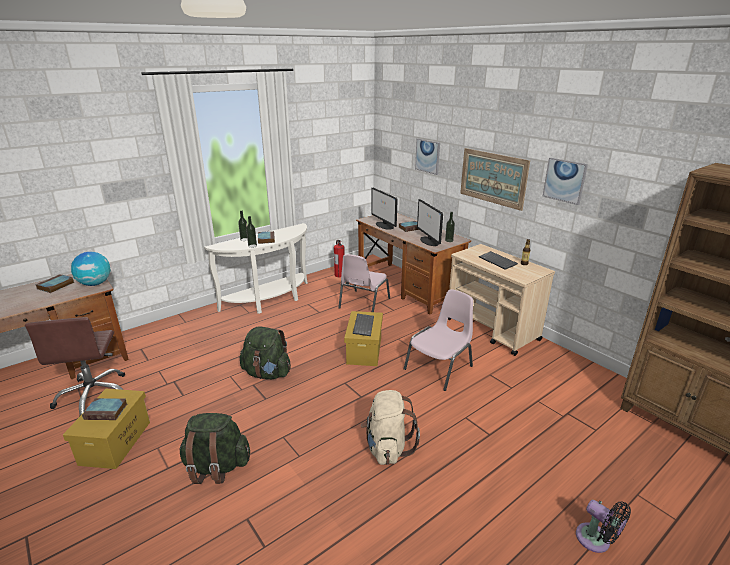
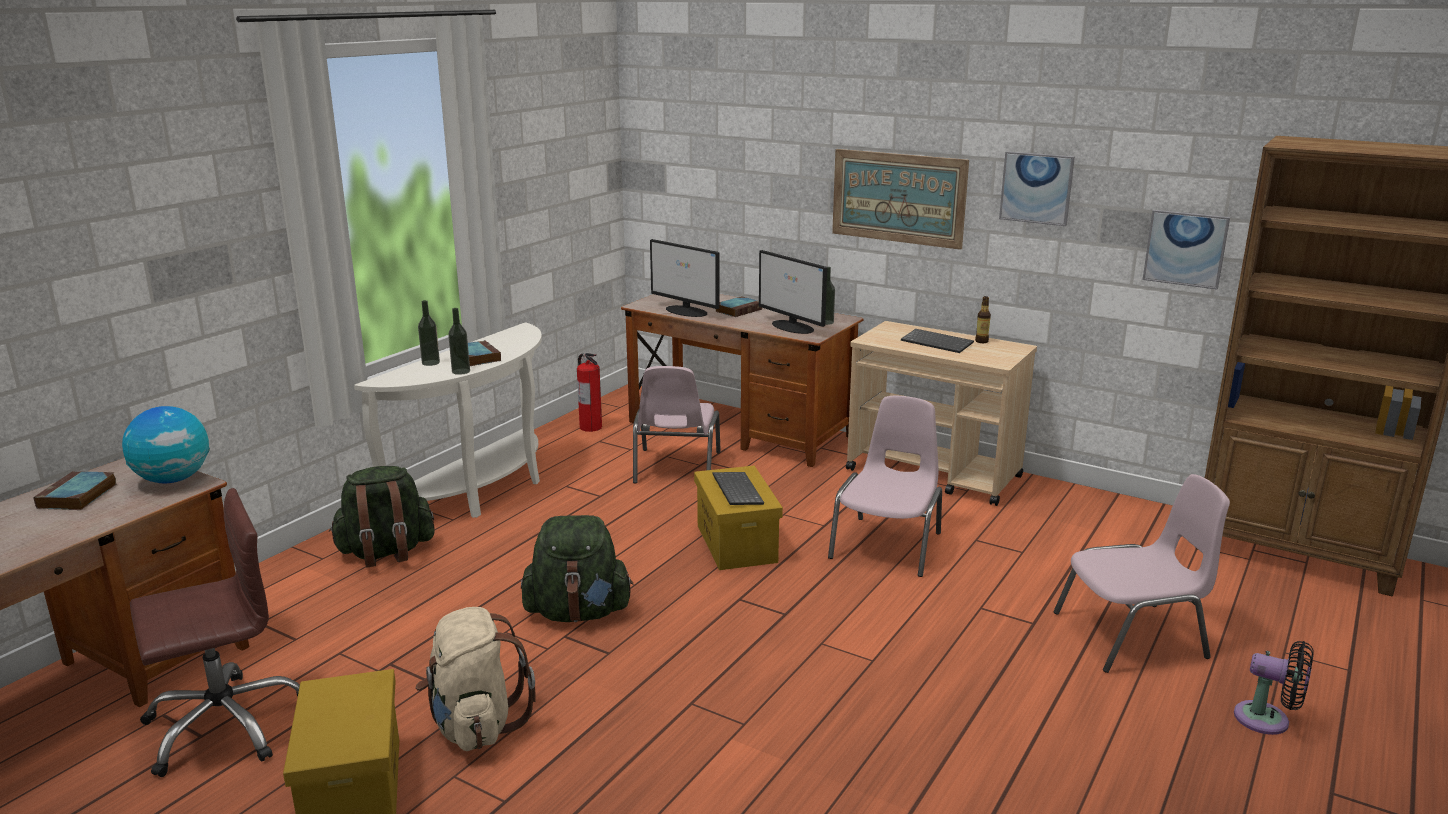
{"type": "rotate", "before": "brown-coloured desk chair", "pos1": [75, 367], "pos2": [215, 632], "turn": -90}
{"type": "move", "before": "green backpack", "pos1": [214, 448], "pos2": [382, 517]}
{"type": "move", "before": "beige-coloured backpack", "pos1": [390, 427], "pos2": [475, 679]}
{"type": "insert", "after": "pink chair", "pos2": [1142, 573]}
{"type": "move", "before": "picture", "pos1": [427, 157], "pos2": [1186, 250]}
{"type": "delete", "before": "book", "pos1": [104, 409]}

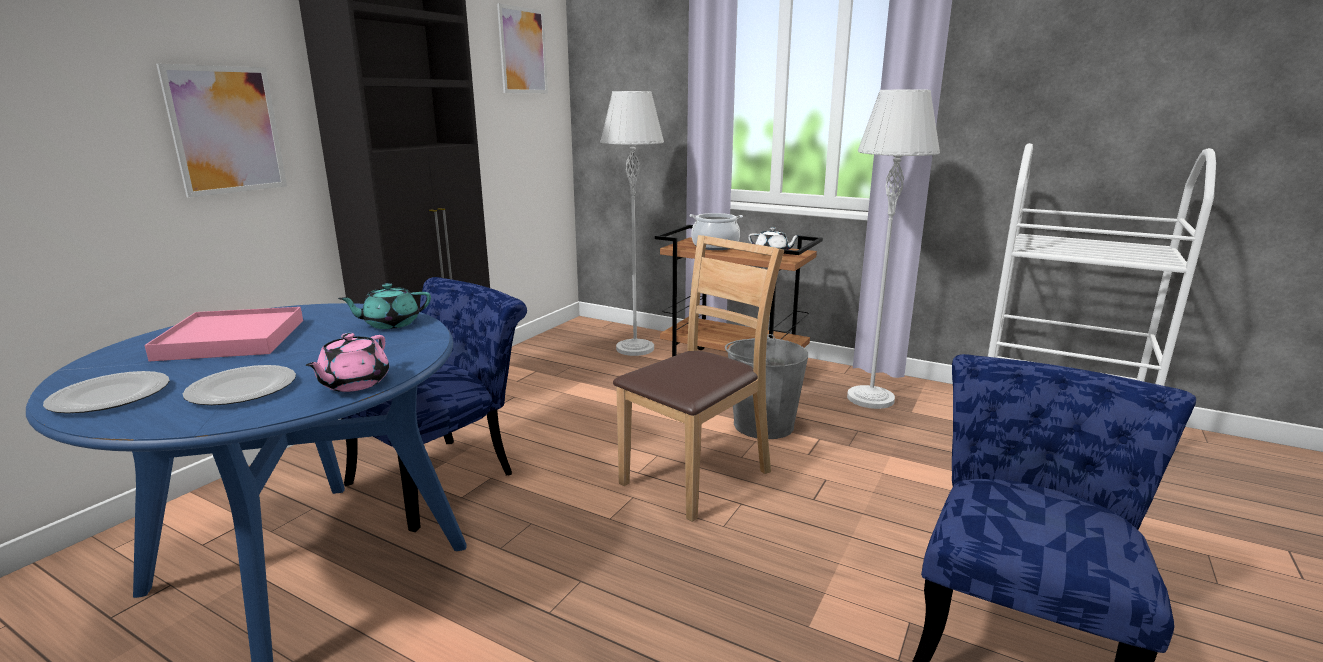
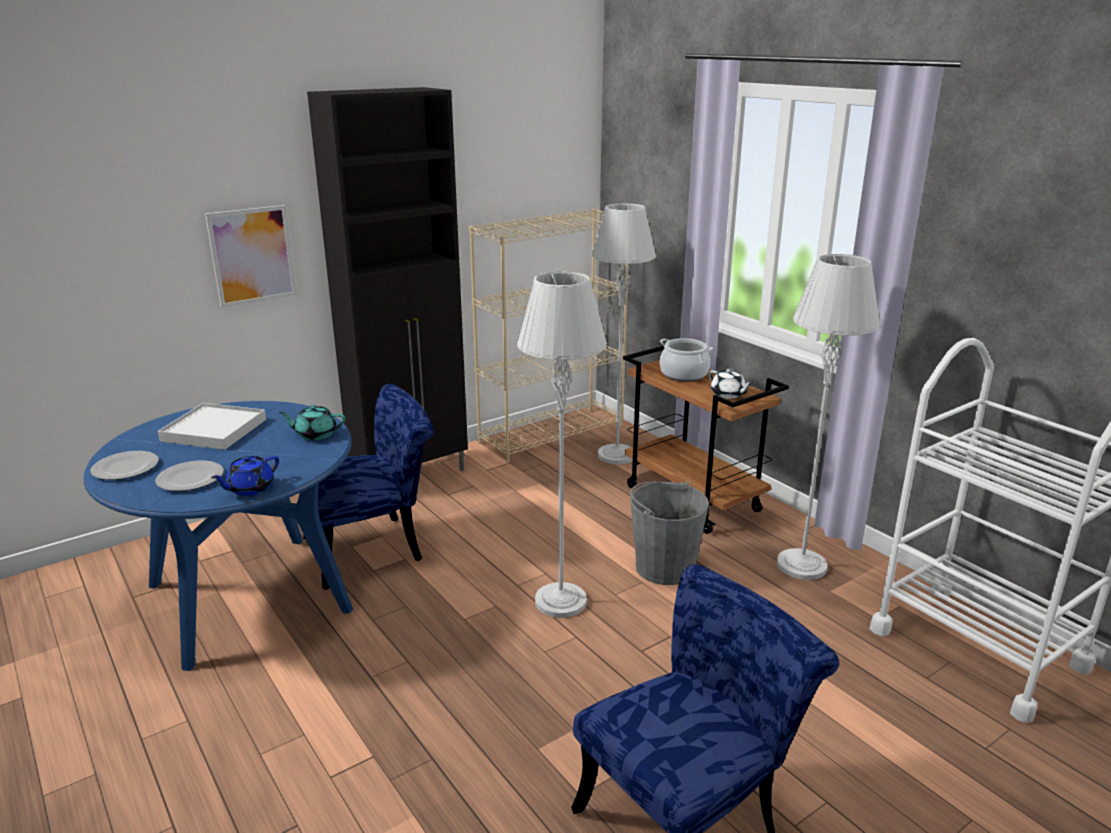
{"type": "recolor", "before": "pink carrying tray", "after": "whitish carrying tray", "pos1": [223, 334], "pos2": [212, 426]}
{"type": "recolor", "before": "pink teapot", "after": "bluish teapot", "pos1": [347, 362], "pos2": [245, 475]}
{"type": "insert", "after": "beige-coloured shelving unit", "pos2": [549, 336]}
{"type": "replace", "before": "brown-coloured chair", "after": "greyish standing lamp", "pos1": [698, 378], "pos2": [562, 444]}
{"type": "delete", "before": "picture", "pos1": [522, 48]}

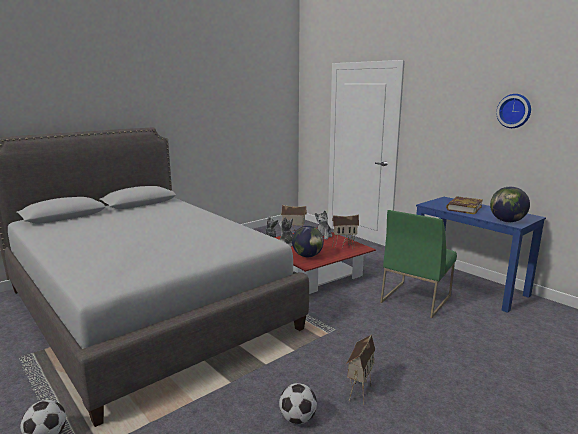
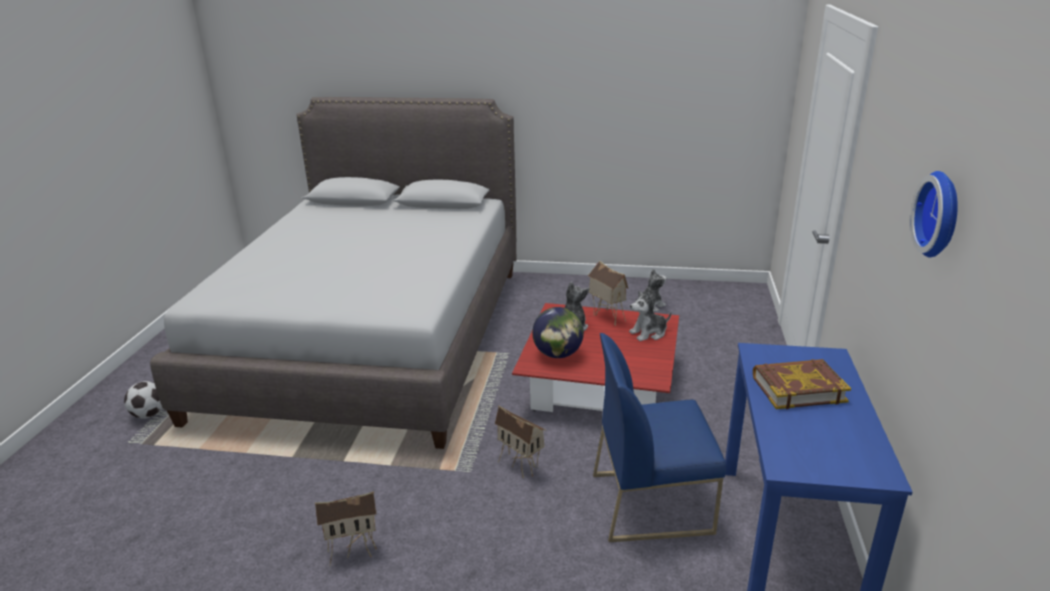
{"type": "move", "before": "model house", "pos1": [345, 232], "pos2": [521, 442]}
{"type": "recolor", "before": "green chair", "after": "bluish chair", "pos1": [418, 264], "pos2": [659, 437]}
{"type": "delete", "before": "ball for football", "pos1": [298, 403]}
{"type": "delete", "before": "desk globe", "pos1": [510, 204]}

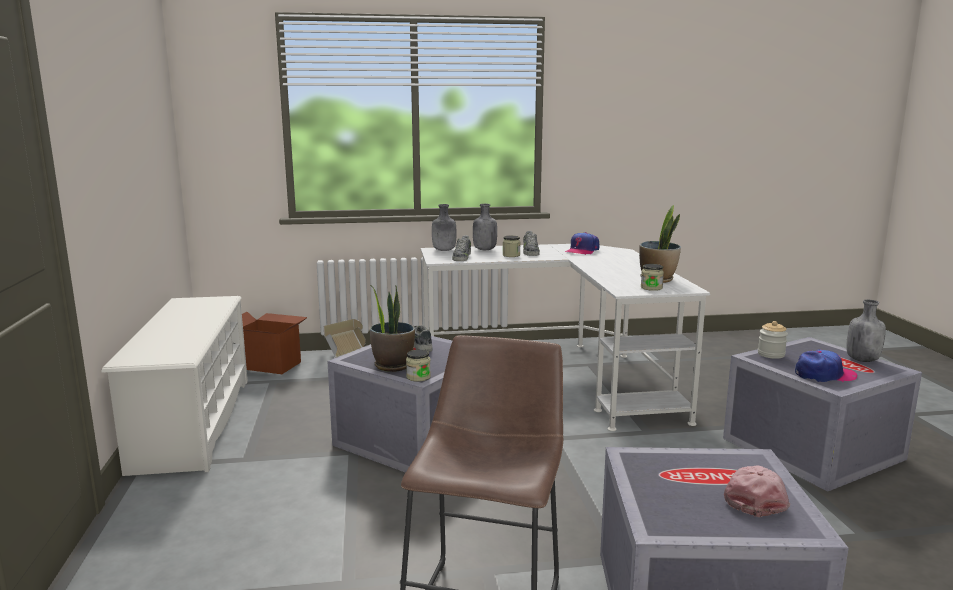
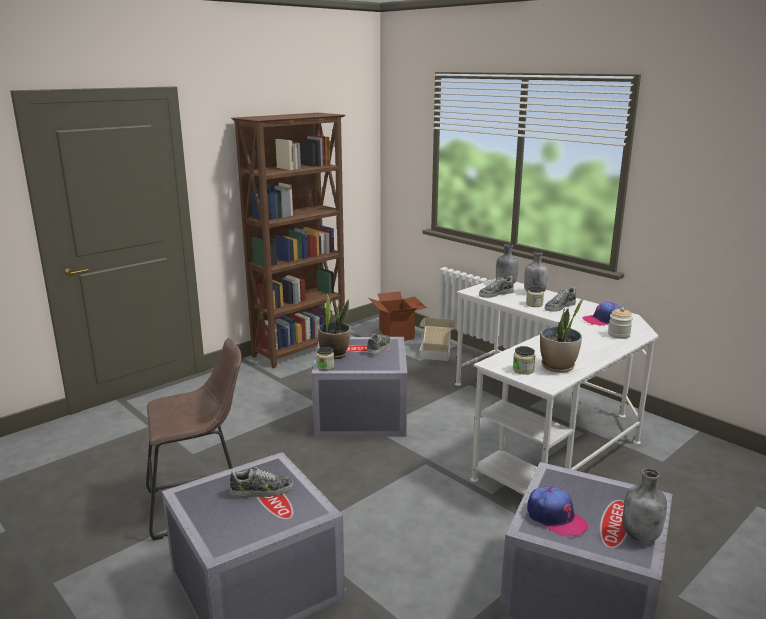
{"type": "insert", "after": "shoe", "pos2": [261, 482]}
{"type": "replace", "before": "whitish shoe shelf", "after": "brown-coloured shelving unit", "pos1": [174, 386], "pos2": [288, 240]}
{"type": "move", "before": "preserve jar", "pos1": [773, 340], "pos2": [620, 323]}
{"type": "delete", "before": "pink peaked cap", "pos1": [757, 491]}

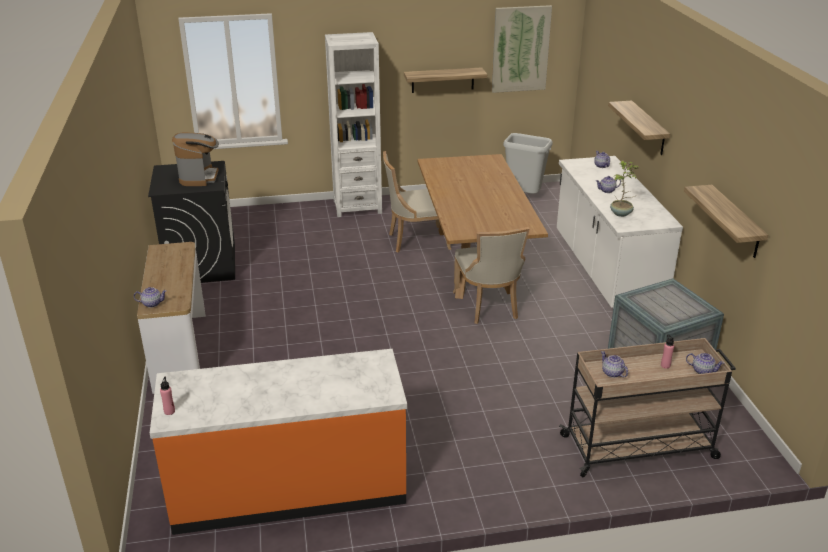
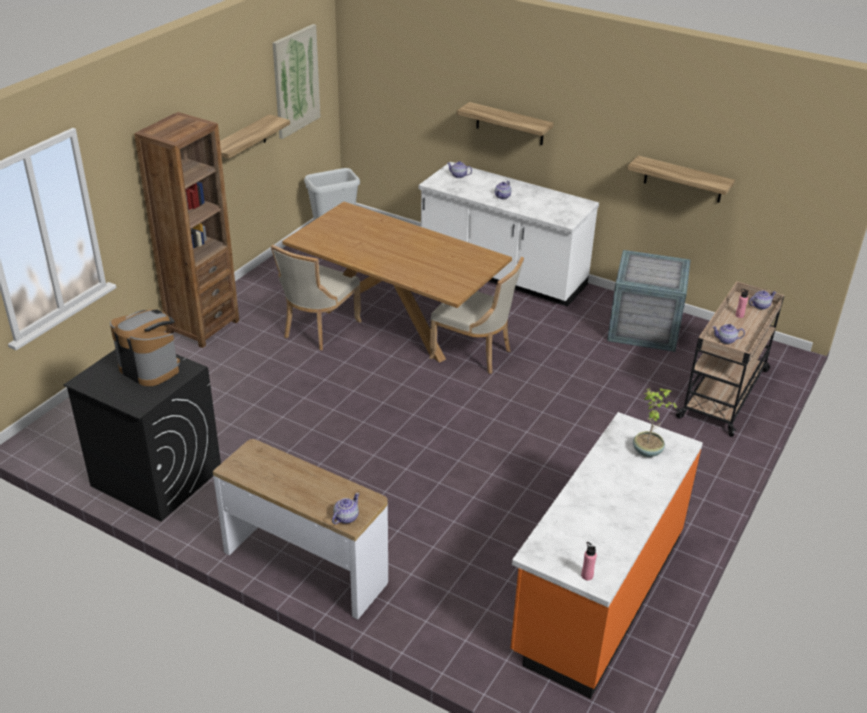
{"type": "recolor", "before": "whitish shelving unit", "after": "brown-coloured shelving unit", "pos1": [353, 124], "pos2": [186, 230]}
{"type": "move", "before": "houseplant", "pos1": [625, 188], "pos2": [656, 422]}

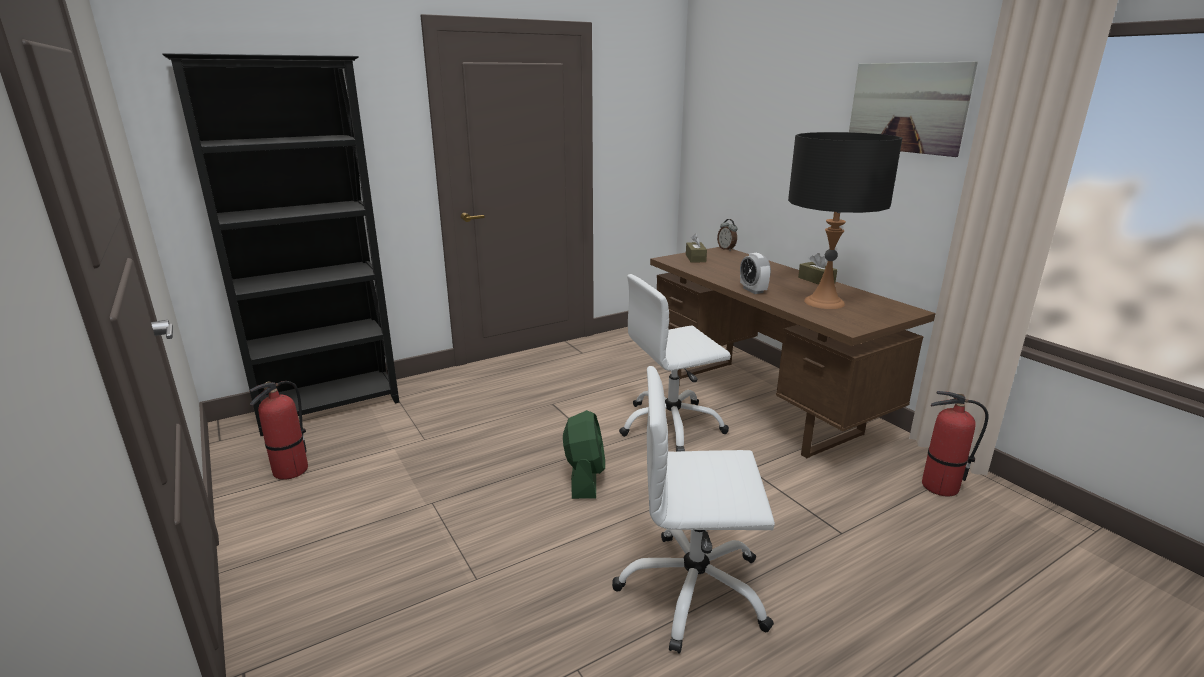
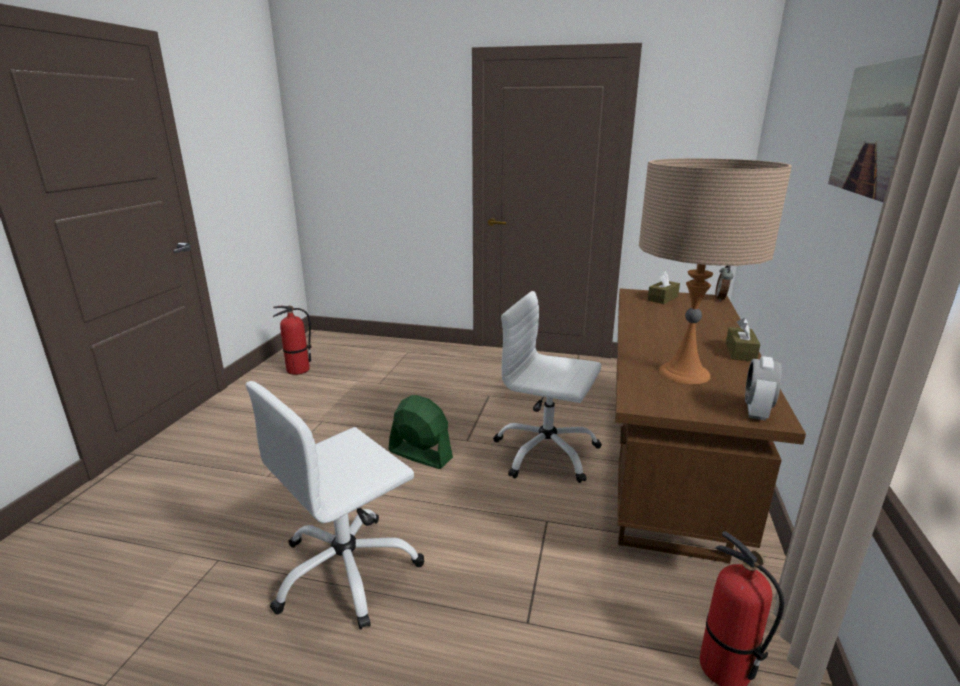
{"type": "rotate", "before": "whitish desk chair", "pos1": [693, 510], "pos2": [335, 505], "turn": -90}
{"type": "rotate", "before": "green fan", "pos1": [584, 454], "pos2": [420, 432], "turn": -105}
{"type": "recolor", "before": "black tabletop lamp", "after": "beige-coloured tabletop lamp", "pos1": [845, 220], "pos2": [715, 271]}
{"type": "move", "before": "alarm clock", "pos1": [755, 273], "pos2": [763, 388]}
{"type": "delete", "before": "black shelving unit", "pos1": [280, 244]}

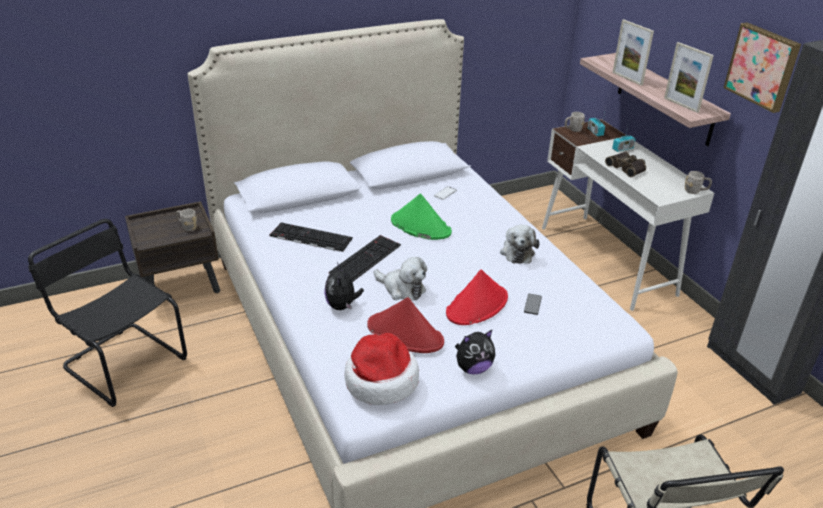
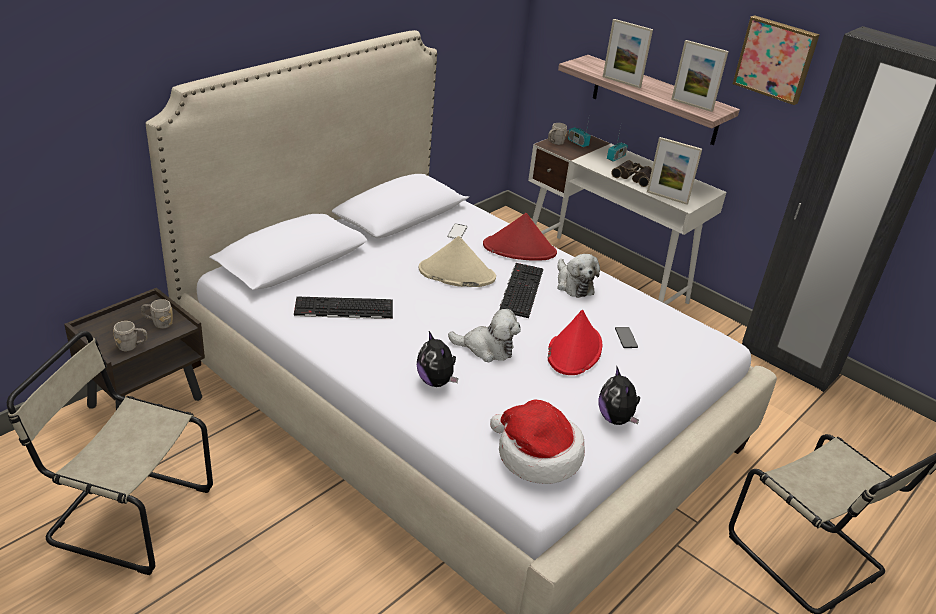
{"type": "recolor", "before": "black chair", "after": "beige-coloured chair", "pos1": [107, 313], "pos2": [110, 453]}
{"type": "move", "before": "greyish mug", "pos1": [698, 182], "pos2": [130, 336]}
{"type": "recolor", "before": "green hat", "after": "beige-coloured hat", "pos1": [421, 217], "pos2": [457, 261]}
{"type": "move", "before": "red-coloured hat", "pos1": [405, 325], "pos2": [520, 237]}
{"type": "move", "before": "keyboard", "pos1": [365, 258], "pos2": [521, 290]}
{"type": "rotate", "before": "cuddly toy", "pos1": [475, 352], "pos2": [619, 395], "turn": 120}
{"type": "insert", "after": "picture frame", "pos2": [674, 171]}

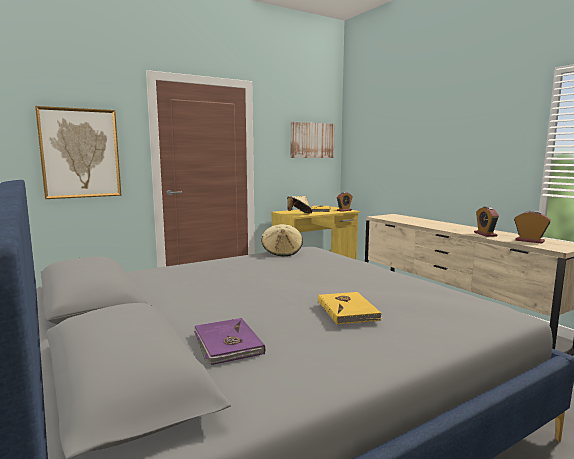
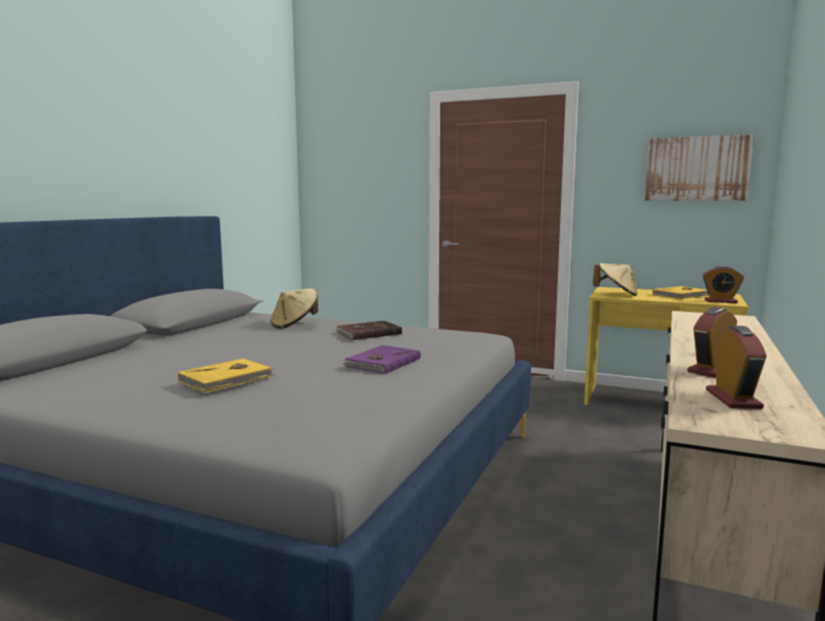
{"type": "move", "before": "beige-coloured hat", "pos1": [282, 240], "pos2": [294, 308]}
{"type": "insert", "after": "brown-coloured book", "pos2": [369, 330]}
{"type": "move", "before": "purple-coloured book", "pos1": [229, 341], "pos2": [381, 359]}
{"type": "delete", "before": "picture", "pos1": [78, 152]}

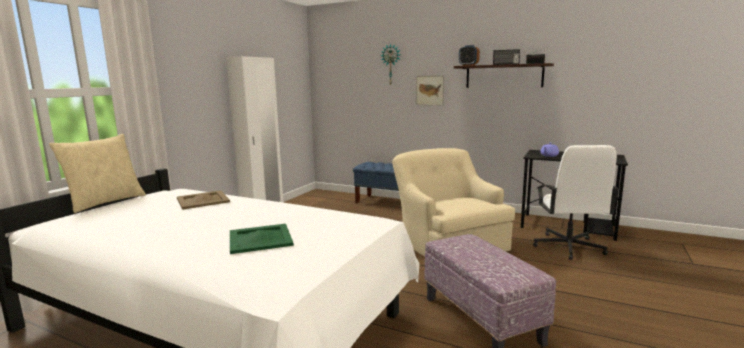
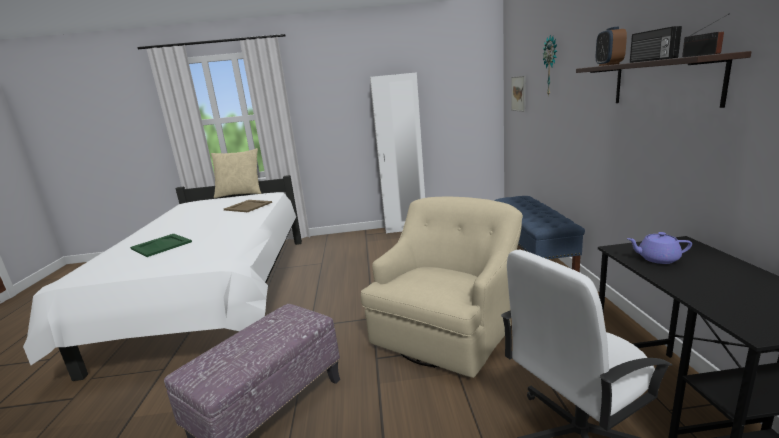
{"type": "move", "before": "picture", "pos1": [430, 90], "pos2": [518, 94]}

